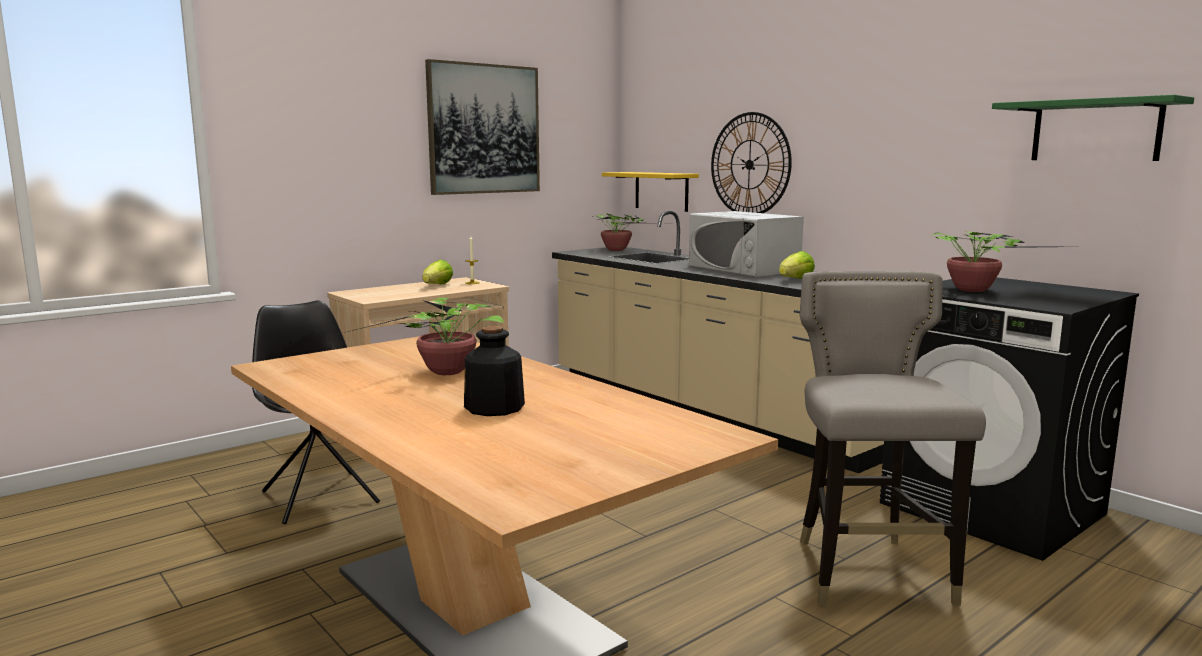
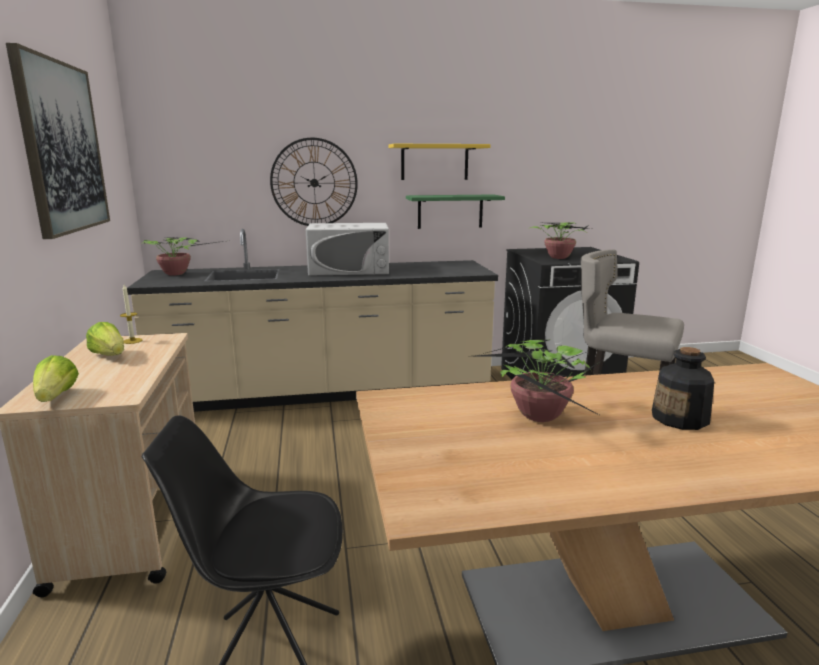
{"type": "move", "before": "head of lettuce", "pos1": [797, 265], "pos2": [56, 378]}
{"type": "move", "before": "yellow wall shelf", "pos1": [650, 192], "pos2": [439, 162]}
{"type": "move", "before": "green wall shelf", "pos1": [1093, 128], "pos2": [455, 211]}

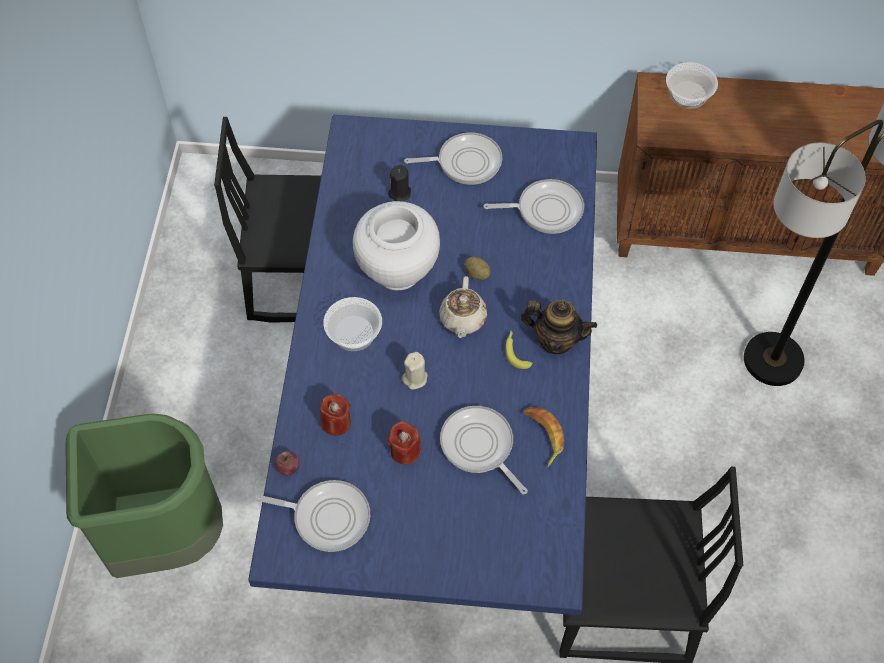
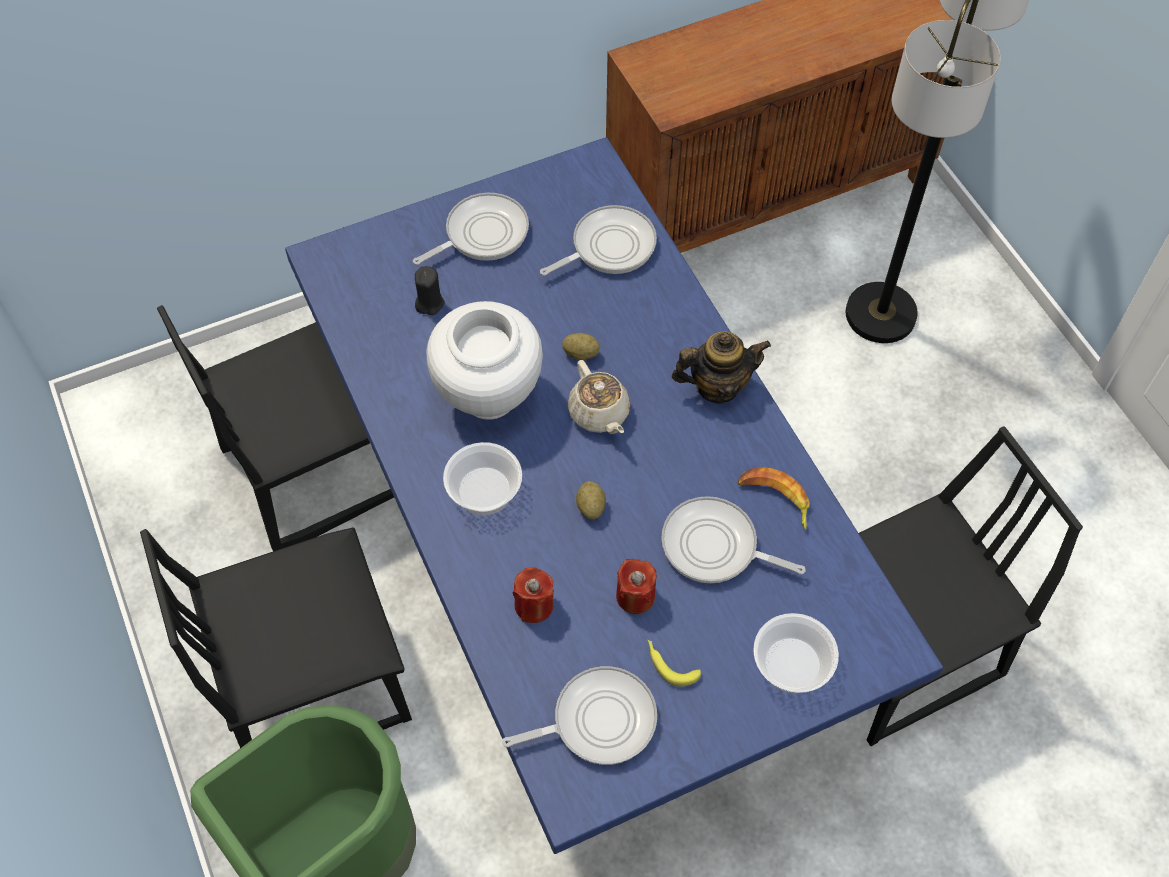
{"type": "insert", "after": "black chair", "pos2": [276, 637]}
{"type": "replace", "before": "beige-coloured candle", "after": "whole potato", "pos1": [415, 371], "pos2": [591, 500]}
{"type": "move", "before": "whole banana", "pos1": [518, 349], "pos2": [674, 663]}
{"type": "move", "before": "deep dish", "pos1": [692, 85], "pos2": [796, 653]}
{"type": "delete", "before": "apple", "pos1": [287, 463]}

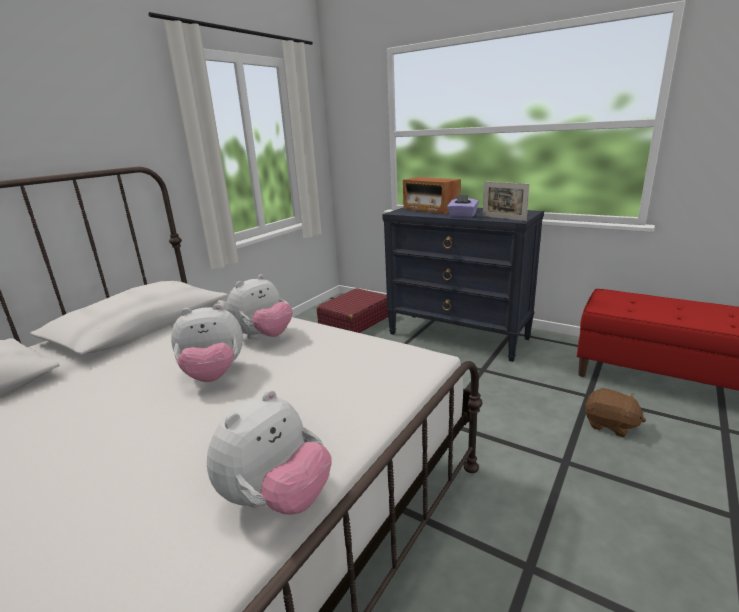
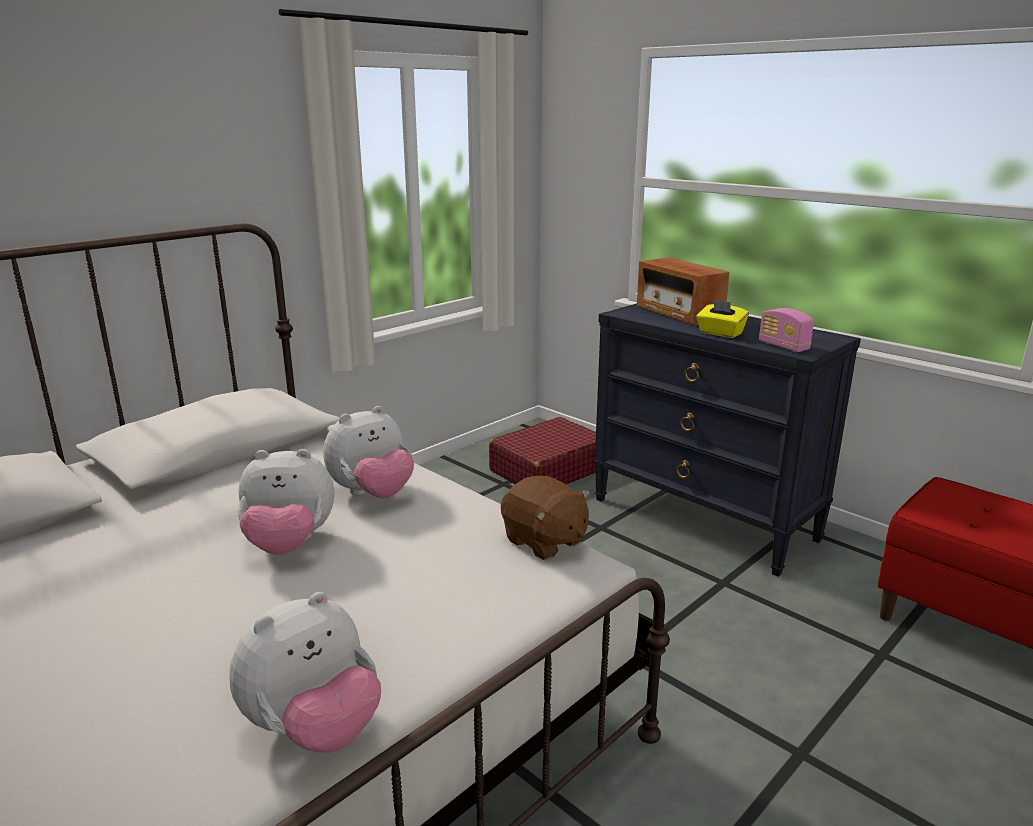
{"type": "move", "before": "brown-coloured cuddly toy", "pos1": [615, 412], "pos2": [545, 518]}
{"type": "recolor", "before": "purple-coloured tissue box", "after": "yellow tissue box", "pos1": [463, 206], "pos2": [722, 318]}
{"type": "replace", "before": "picture frame", "after": "radio", "pos1": [506, 201], "pos2": [786, 330]}

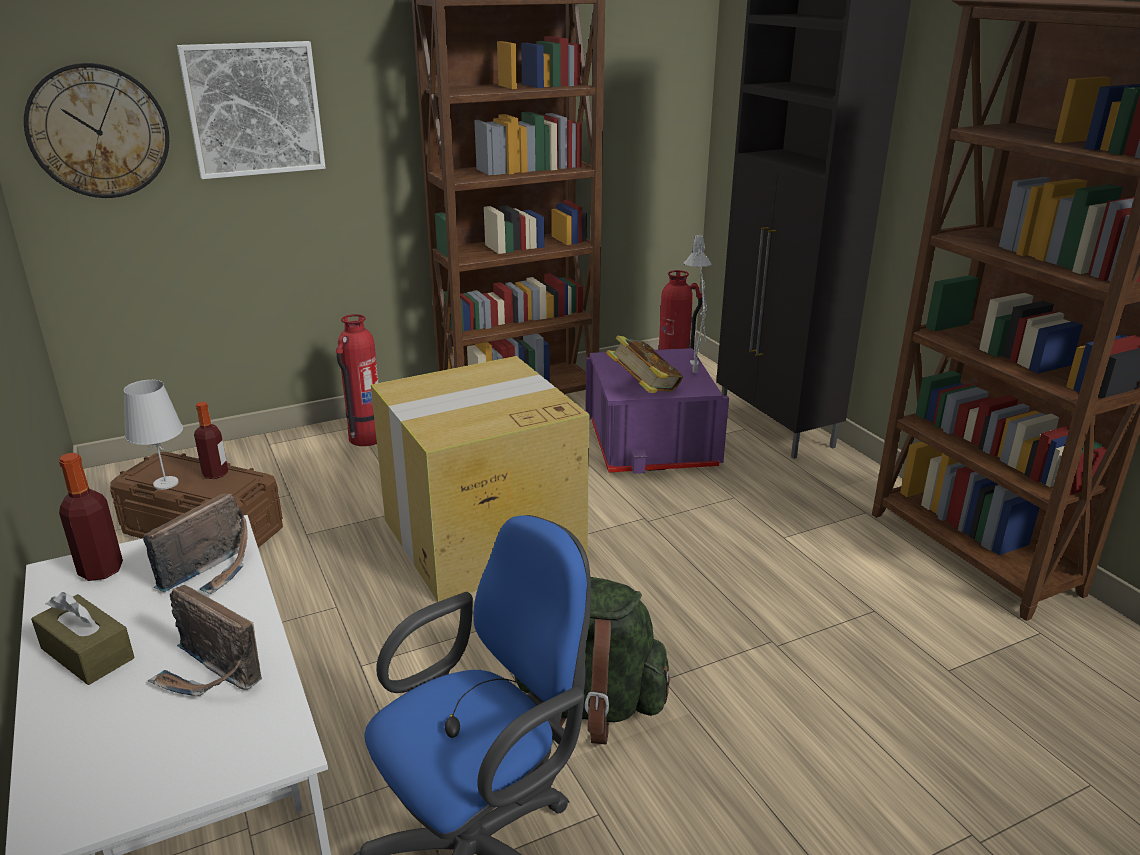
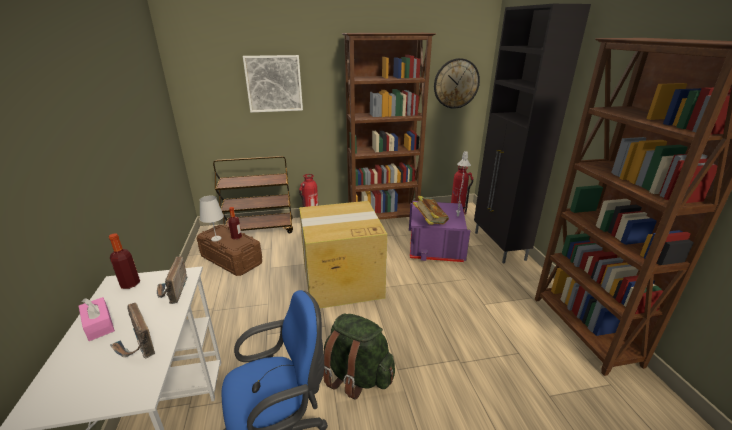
{"type": "recolor", "before": "brown-coloured tissue box", "after": "pink tissue box", "pos1": [82, 638], "pos2": [97, 319]}
{"type": "rotate", "before": "radio", "pos1": [195, 543], "pos2": [172, 280], "turn": 120}
{"type": "insert", "after": "brown-coloured wheeled cart", "pos2": [253, 194]}
{"type": "move", "before": "wall clock", "pos1": [96, 130], "pos2": [457, 83]}

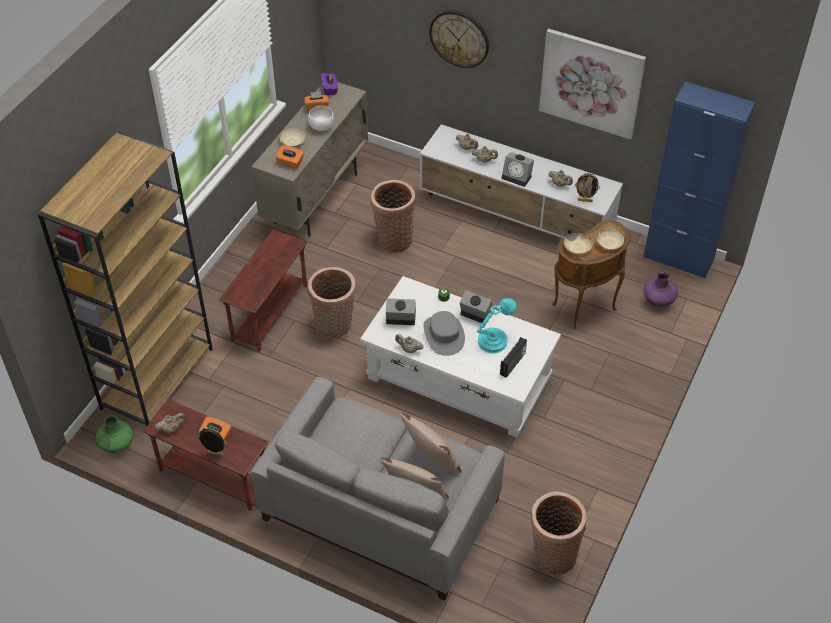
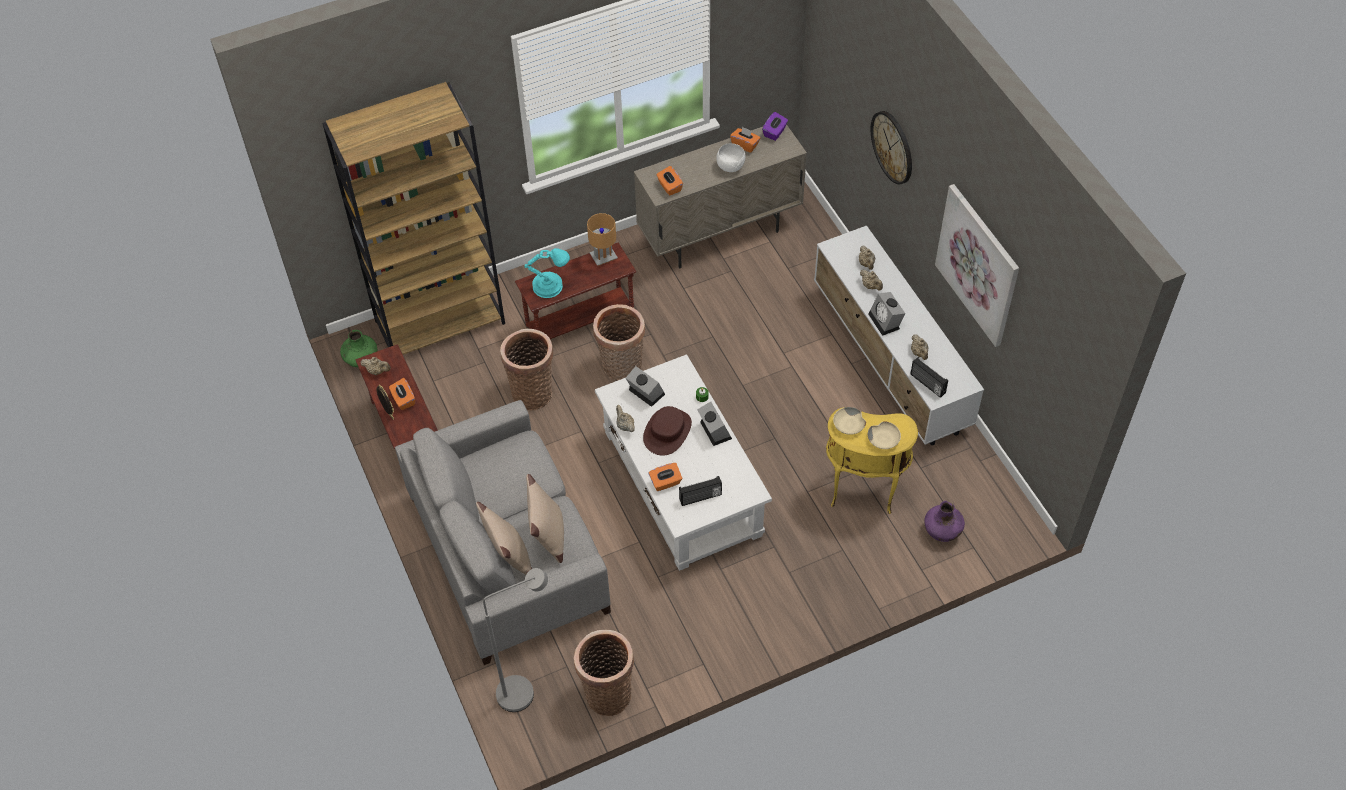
{"type": "insert", "after": "greyish standing lamp", "pos2": [515, 640]}
{"type": "move", "before": "basket", "pos1": [393, 216], "pos2": [526, 369]}
{"type": "move", "before": "turquoise-coloured tabletop lamp", "pos1": [497, 326], "pos2": [547, 273]}
{"type": "insert", "after": "brown-coloured tabletop lamp", "pos2": [602, 239]}
{"type": "recolor", "before": "greyish hat", "after": "brown-coloured hat", "pos1": [444, 333], "pos2": [667, 431]}
{"type": "insert", "after": "orangey tissue box", "pos2": [665, 477]}
{"type": "recolor", "before": "brown-coloured side table", "after": "yellow side table", "pos1": [591, 275], "pos2": [872, 460]}
{"type": "replace", "before": "picture frame", "after": "radio", "pos1": [587, 187], "pos2": [929, 377]}
{"type": "delete", "before": "beige-coloured deep dish", "pos1": [292, 138]}
{"type": "delete", "before": "bluish cabinet", "pos1": [699, 180]}

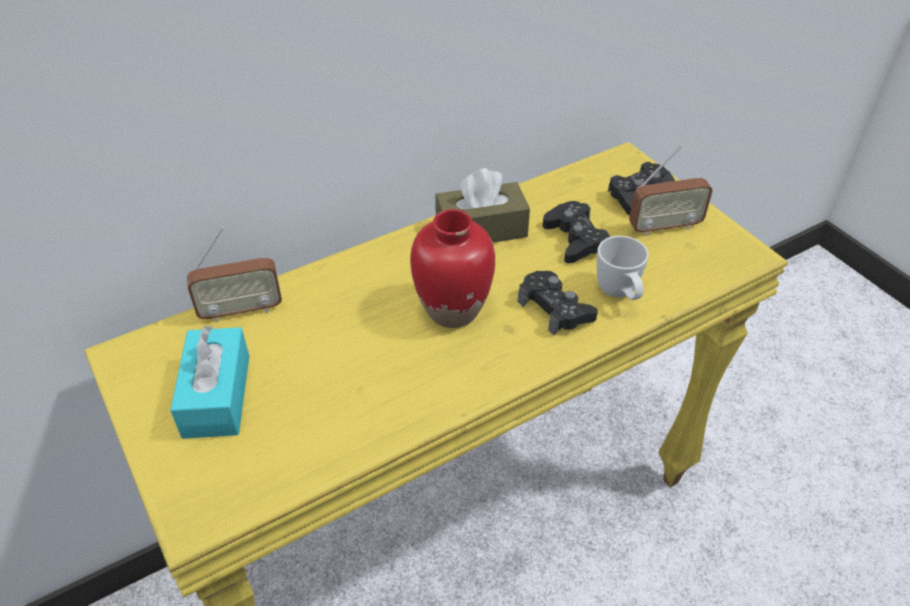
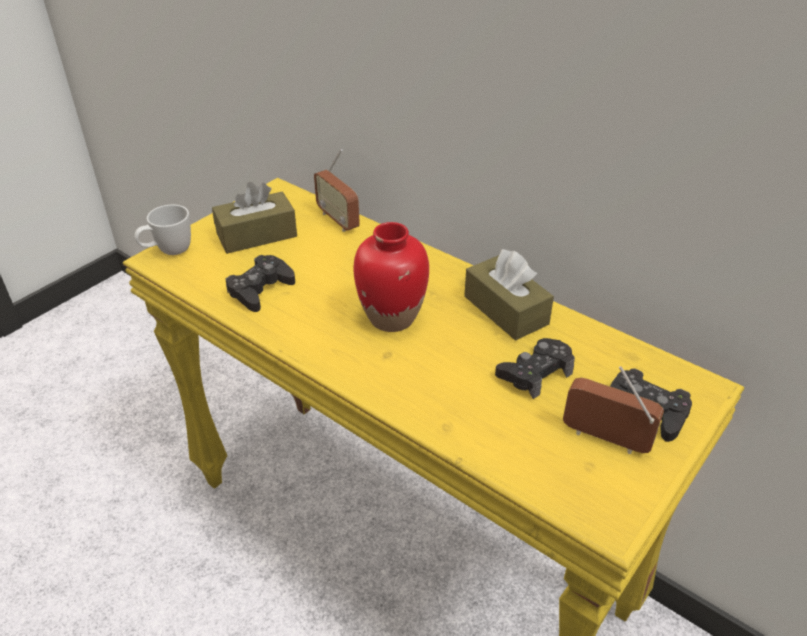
{"type": "move", "before": "whitish mug", "pos1": [623, 268], "pos2": [162, 230]}
{"type": "recolor", "before": "turquoise-coloured tissue box", "after": "brown-coloured tissue box", "pos1": [209, 382], "pos2": [254, 218]}
{"type": "move", "before": "black gamepad", "pos1": [558, 303], "pos2": [260, 283]}
{"type": "rotate", "before": "radio", "pos1": [671, 191], "pos2": [613, 410], "turn": 150}

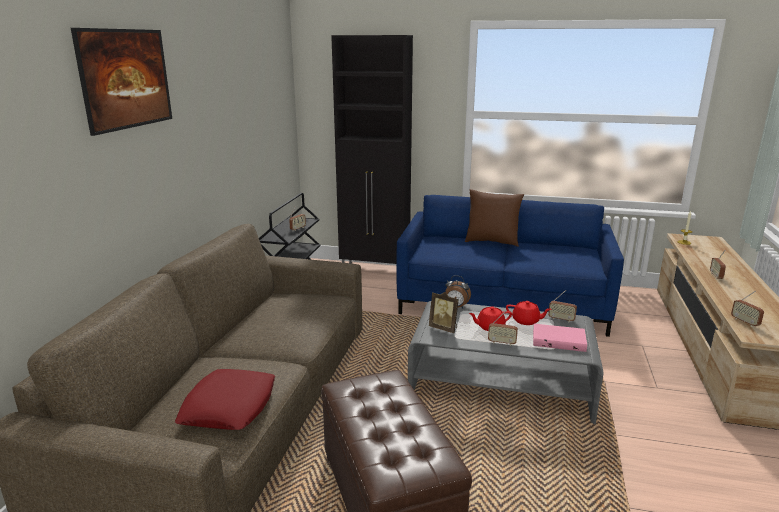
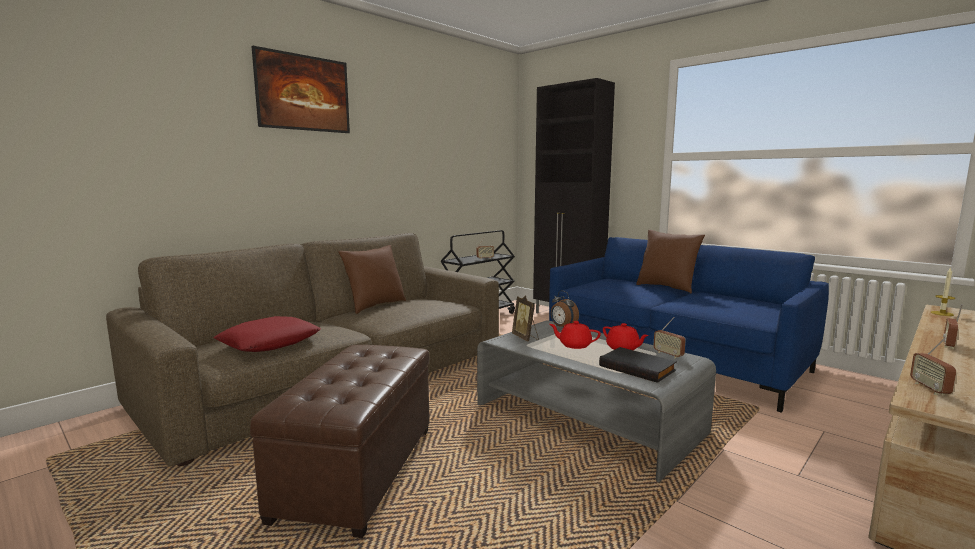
{"type": "insert", "after": "brown-coloured throw pillow", "pos2": [372, 279]}
{"type": "recolor", "before": "pink book", "after": "black book", "pos1": [560, 337], "pos2": [638, 365]}
{"type": "delete", "before": "radio", "pos1": [503, 328]}

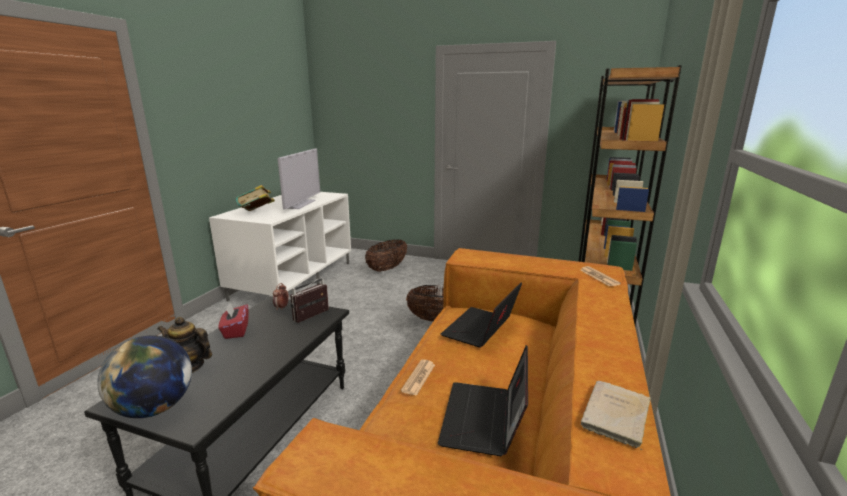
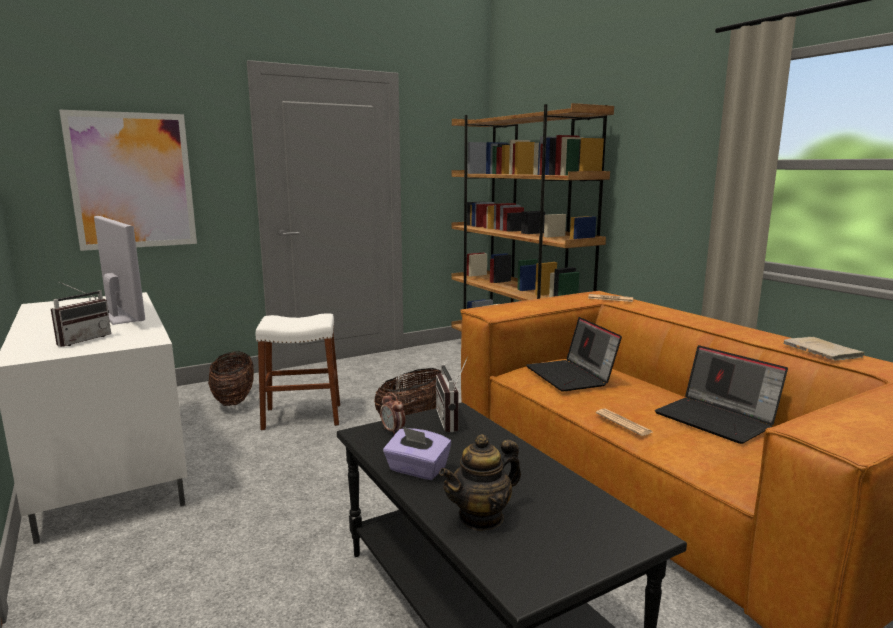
{"type": "replace", "before": "book", "after": "radio", "pos1": [255, 198], "pos2": [81, 314]}
{"type": "insert", "after": "picture", "pos2": [128, 180]}
{"type": "insert", "after": "whitish sitting stool", "pos2": [298, 371]}
{"type": "recolor", "before": "red-coloured tissue box", "after": "purple-coloured tissue box", "pos1": [234, 321], "pos2": [417, 453]}
{"type": "delete", "before": "desk globe", "pos1": [144, 376]}

